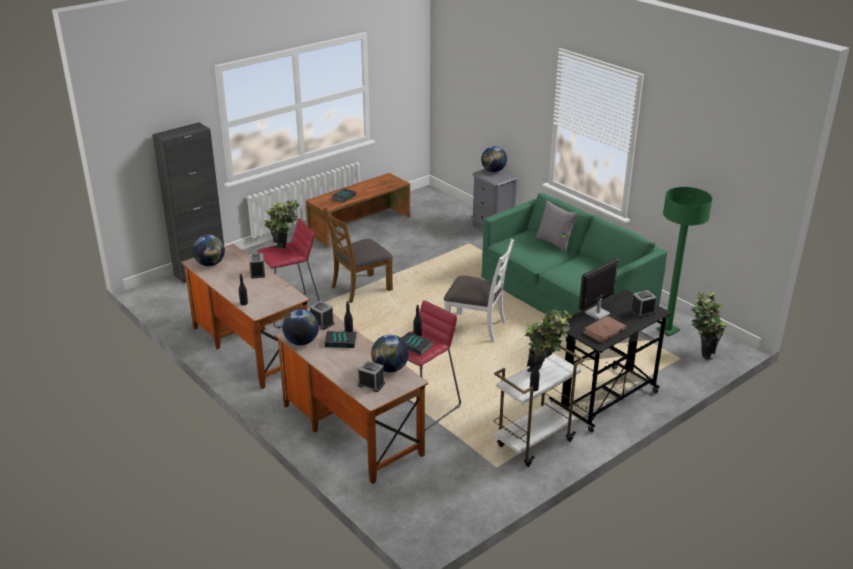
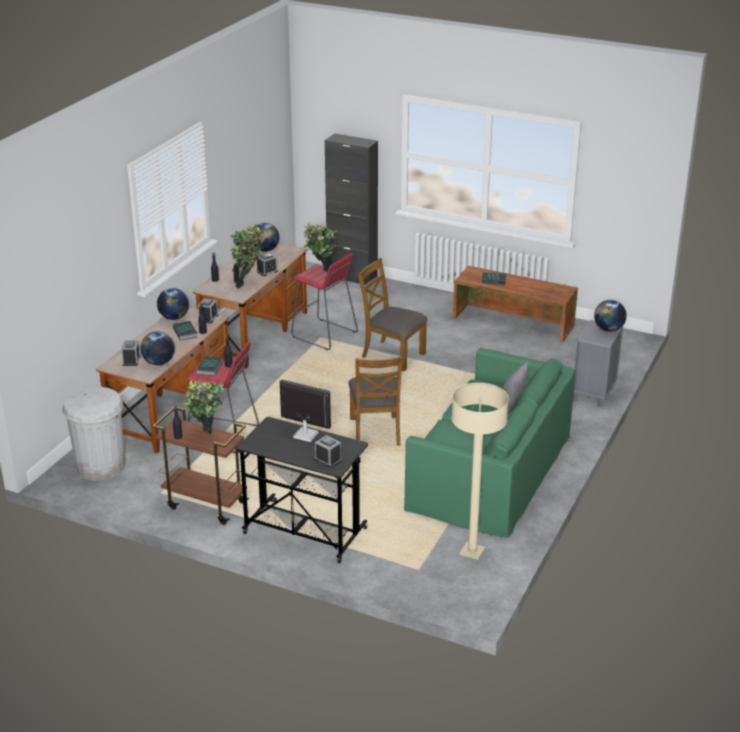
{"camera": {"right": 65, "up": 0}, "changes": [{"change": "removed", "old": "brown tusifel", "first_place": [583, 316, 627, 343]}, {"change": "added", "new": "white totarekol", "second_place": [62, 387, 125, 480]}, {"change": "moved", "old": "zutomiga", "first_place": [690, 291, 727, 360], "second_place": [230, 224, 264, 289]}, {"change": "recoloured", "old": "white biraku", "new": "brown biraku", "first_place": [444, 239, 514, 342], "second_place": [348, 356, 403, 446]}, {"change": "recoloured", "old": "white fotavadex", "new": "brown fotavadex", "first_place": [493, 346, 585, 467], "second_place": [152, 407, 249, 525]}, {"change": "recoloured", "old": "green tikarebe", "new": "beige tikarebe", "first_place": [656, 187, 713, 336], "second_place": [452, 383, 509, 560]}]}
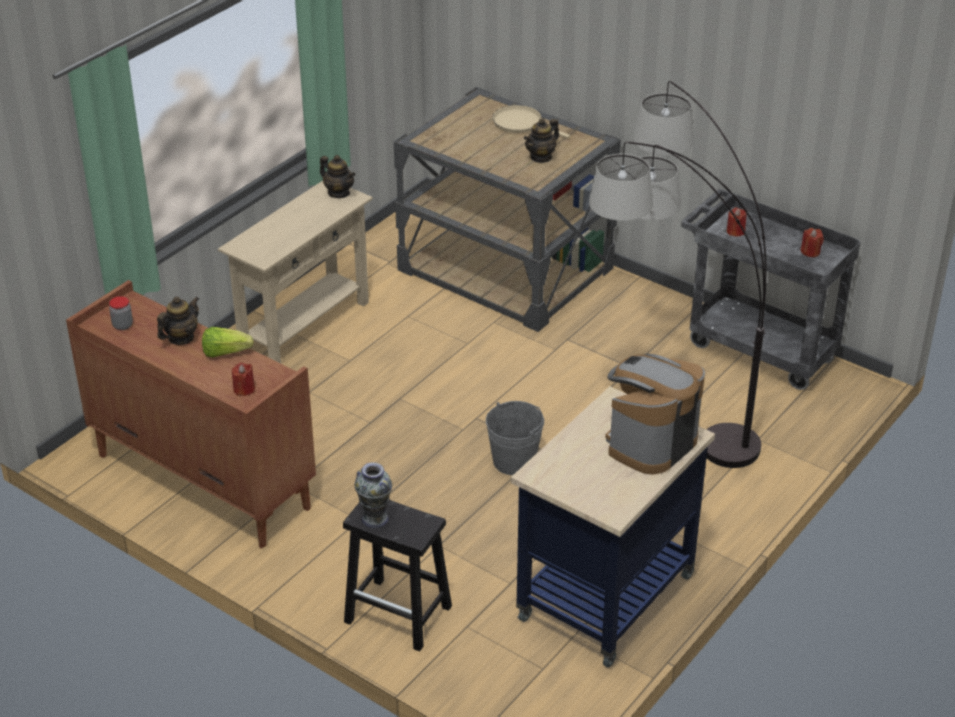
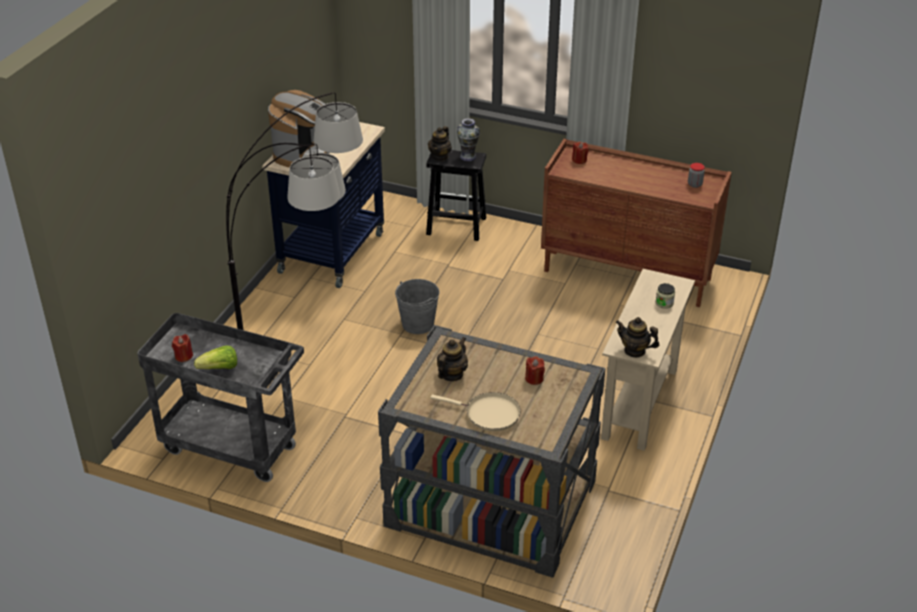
{"camera": {"right": 165, "up": 0}, "changes": [{"change": "added", "new": "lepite", "second_place": [655, 283, 675, 309]}, {"change": "moved", "old": "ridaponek", "first_place": [157, 296, 199, 345], "second_place": [428, 126, 452, 161]}, {"change": "moved", "old": "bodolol", "first_place": [202, 327, 253, 357], "second_place": [194, 345, 237, 369]}, {"change": "moved", "old": "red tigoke", "first_place": [727, 208, 747, 236], "second_place": [525, 356, 545, 385]}]}
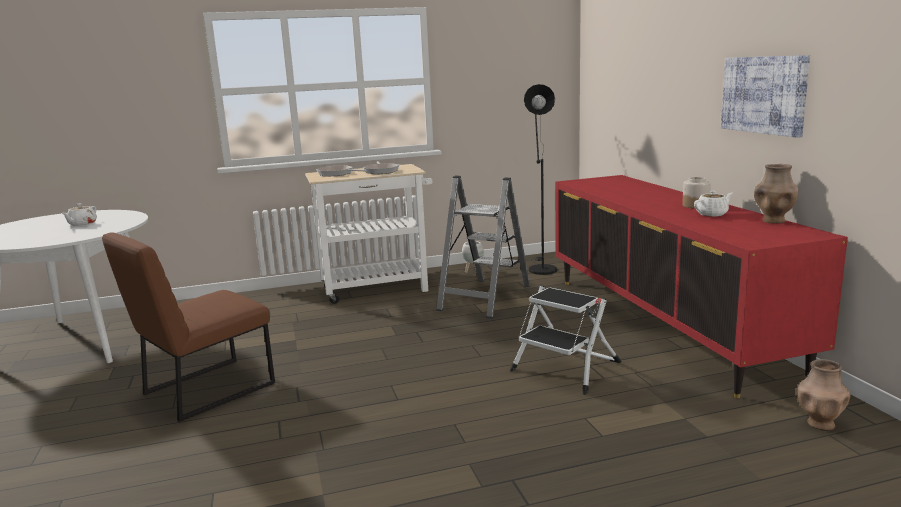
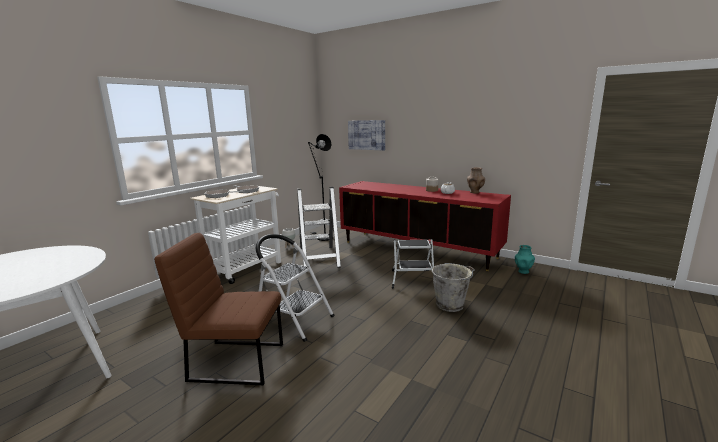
{"camera": {"right": -40, "up": 0}, "changes": [{"change": "removed", "old": "white ridaponek", "first_place": [62, 203, 97, 226]}, {"change": "added", "new": "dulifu", "second_place": [256, 234, 335, 342]}, {"change": "added", "new": "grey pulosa", "second_place": [432, 263, 475, 312]}, {"change": "moved", "old": "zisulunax", "first_place": [721, 55, 810, 138], "second_place": [348, 120, 385, 150]}, {"change": "recoloured", "old": "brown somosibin", "new": "turquoise somosibin", "first_place": [798, 359, 850, 431], "second_place": [515, 245, 535, 274]}, {"change": "turned", "old": "brown biraku", "first_place": [102, 232, 275, 422], "second_place": [154, 233, 283, 385], "degrees": 90}]}
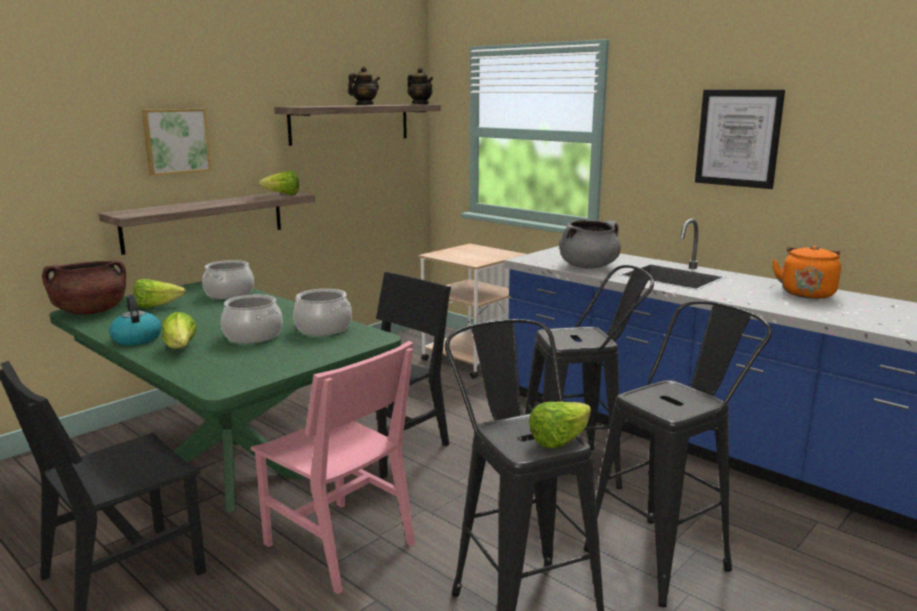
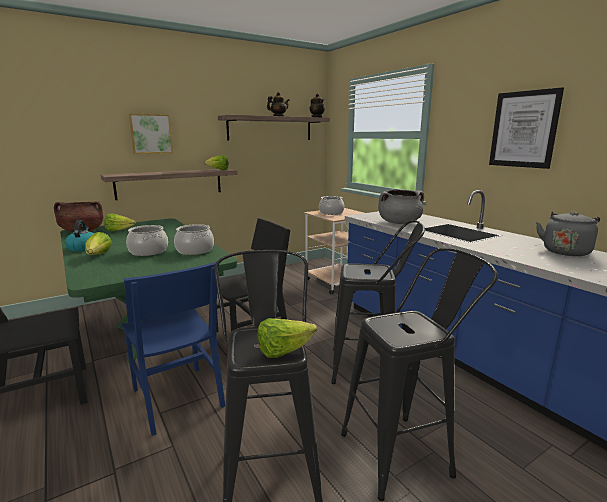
{"camera": {"right": 15, "up": 0}, "changes": [{"change": "moved", "old": "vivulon", "first_place": [202, 260, 254, 299], "second_place": [319, 196, 344, 215]}, {"change": "recoloured", "old": "pink biraku", "new": "blue biraku", "first_place": [251, 341, 415, 594], "second_place": [122, 261, 225, 436]}, {"change": "recoloured", "old": "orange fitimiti", "new": "grey fitimiti", "first_place": [772, 245, 841, 299], "second_place": [536, 211, 600, 256]}]}
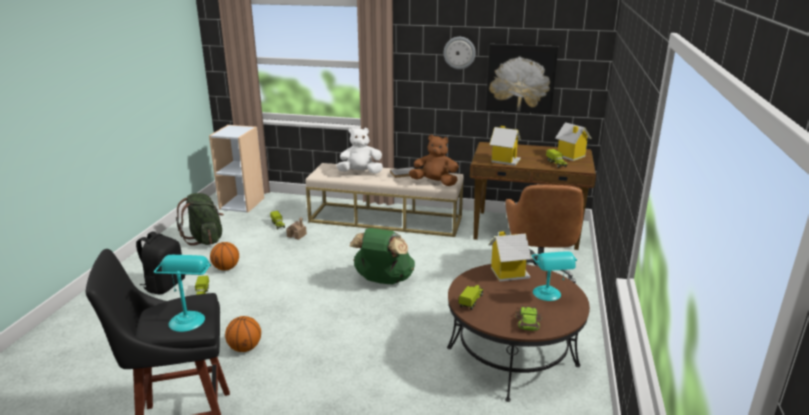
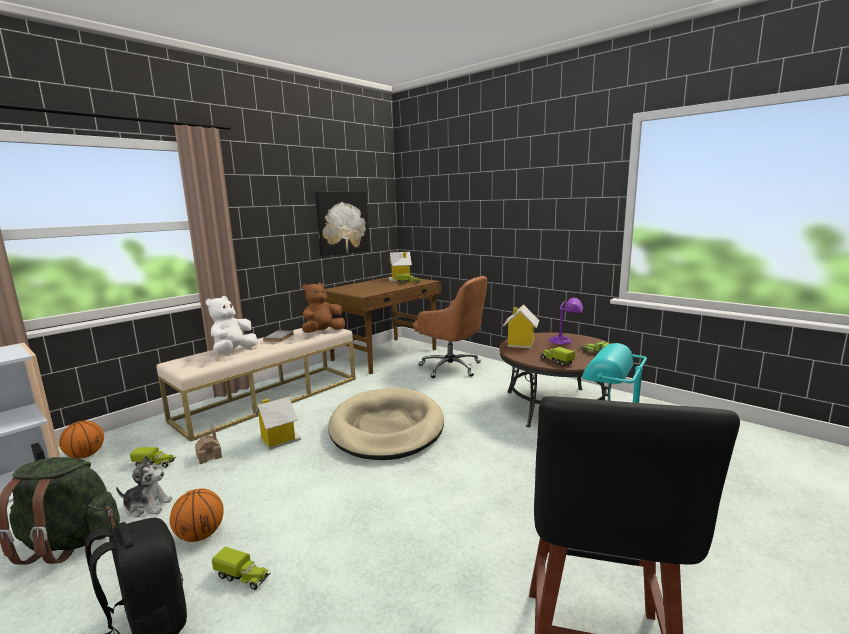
{"camera": {"right": -60, "up": -10}, "changes": [{"change": "removed", "old": "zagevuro", "first_place": [444, 37, 476, 69]}, {"change": "added", "new": "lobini", "second_place": [116, 456, 172, 518]}, {"change": "moved", "old": "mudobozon", "first_place": [225, 316, 261, 352], "second_place": [59, 421, 104, 459]}, {"change": "moved", "old": "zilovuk", "first_place": [489, 126, 521, 166], "second_place": [255, 397, 301, 450]}, {"change": "replaced", "old": "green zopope", "new": "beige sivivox", "first_place": [349, 228, 415, 284], "second_place": [328, 388, 444, 460]}, {"change": "recoloured", "old": "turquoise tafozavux", "new": "purple tafozavux", "first_place": [532, 251, 577, 301], "second_place": [549, 298, 583, 344]}]}
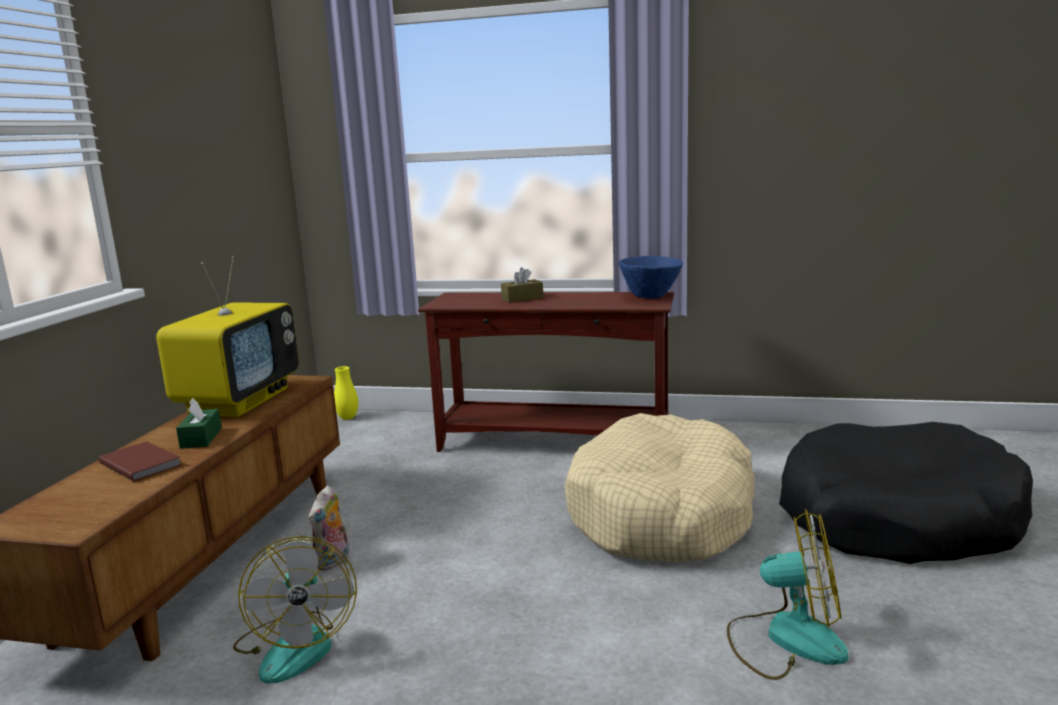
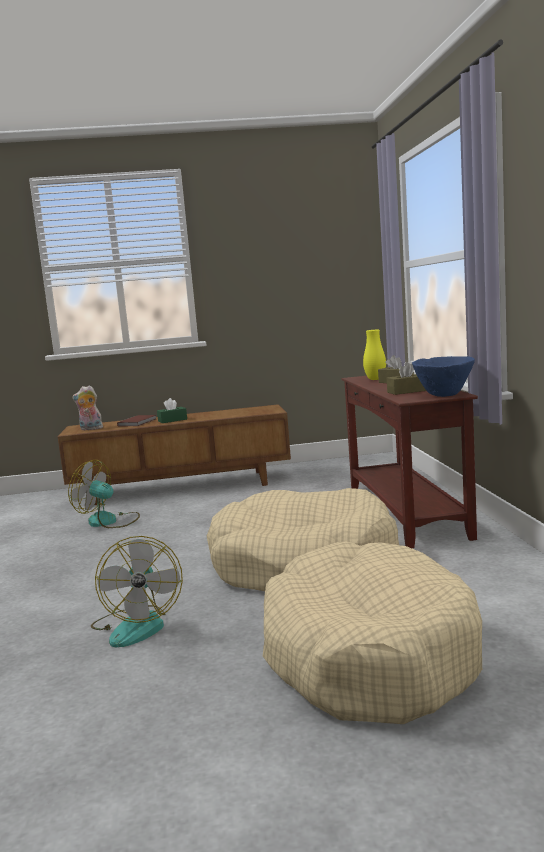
{"camera": {"right": 70, "up": -5}, "changes": [{"change": "removed", "old": "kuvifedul", "first_place": [156, 256, 299, 417]}, {"change": "added", "new": "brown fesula", "second_place": [387, 362, 426, 395]}, {"change": "moved", "old": "lobini", "first_place": [309, 485, 349, 570], "second_place": [72, 385, 103, 430]}, {"change": "moved", "old": "yellow somosibin", "first_place": [334, 366, 358, 420], "second_place": [363, 330, 386, 380]}, {"change": "recoloured", "old": "black sivivox", "new": "beige sivivox", "first_place": [779, 422, 1033, 564], "second_place": [263, 542, 482, 724]}, {"change": "turned", "old": "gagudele", "first_place": [233, 536, 357, 684], "second_place": [68, 460, 140, 528], "degrees": 60}]}
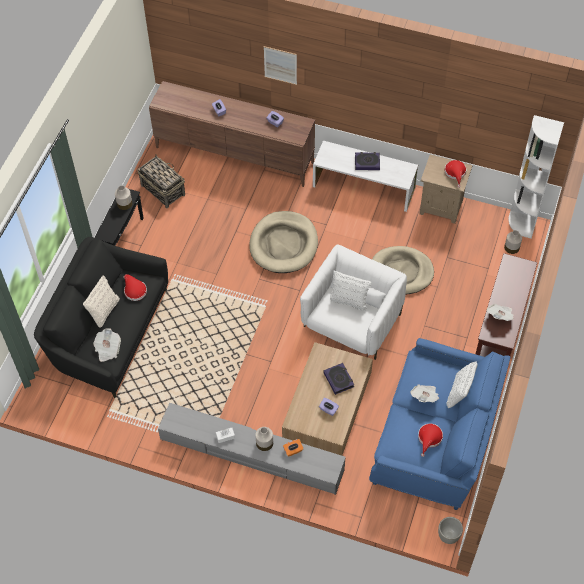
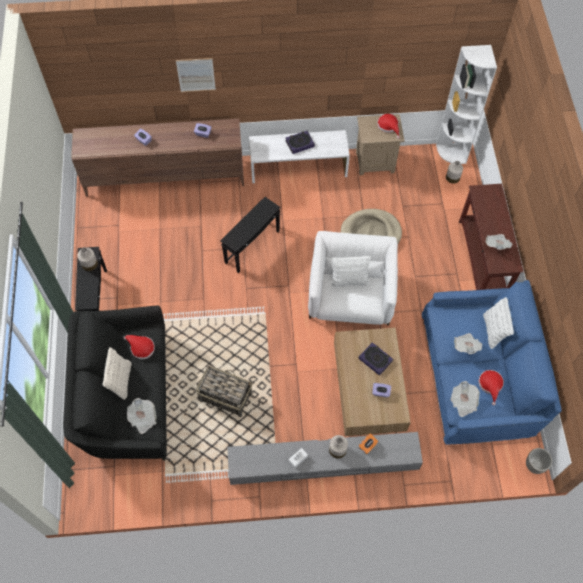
{"camera": {"right": -25, "up": 5}, "changes": [{"change": "added", "new": "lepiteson", "second_place": [450, 381, 480, 417]}, {"change": "moved", "old": "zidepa", "first_place": [137, 155, 185, 208], "second_place": [196, 366, 252, 417]}, {"change": "replaced", "old": "beige sivivox", "new": "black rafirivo", "first_place": [249, 211, 318, 273], "second_place": [221, 197, 281, 273]}]}
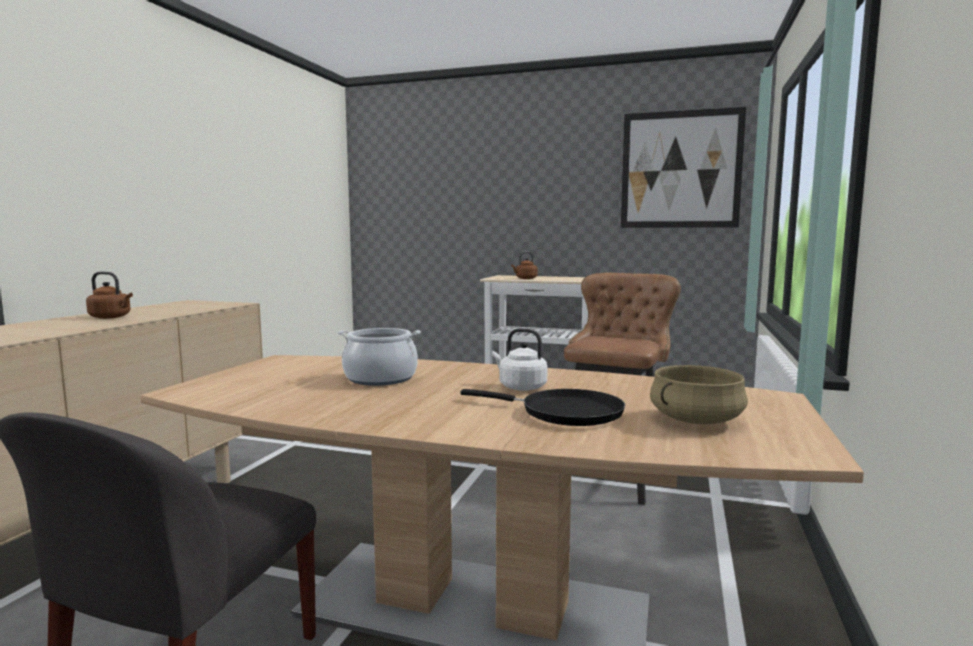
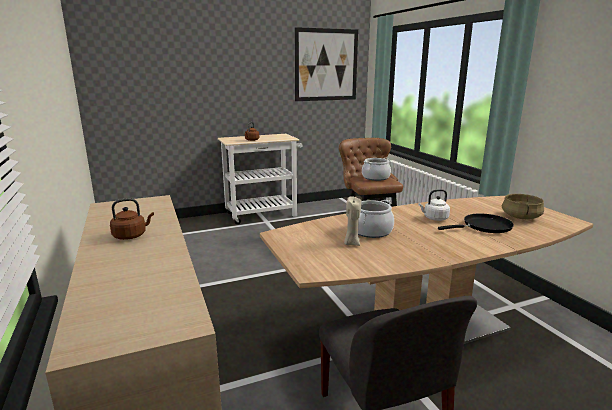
{"camera": {"right": -40, "up": 10}, "changes": [{"change": "added", "new": "beige tigoke", "second_place": [344, 196, 361, 246]}, {"change": "added", "new": "vivulon", "second_place": [362, 158, 391, 181]}]}
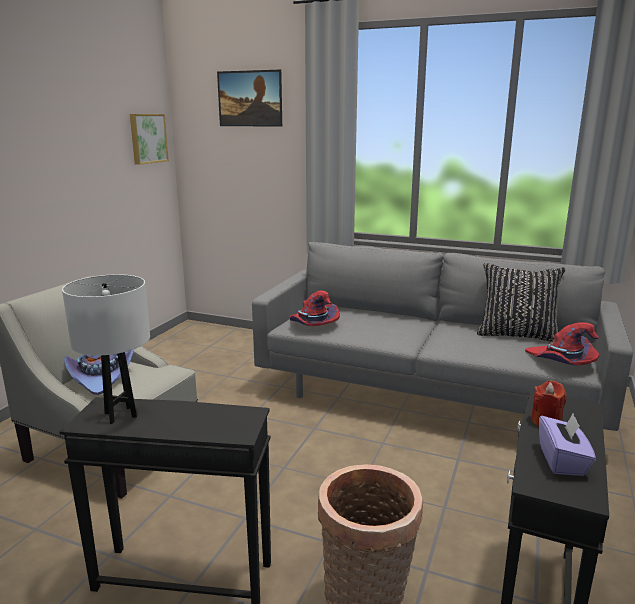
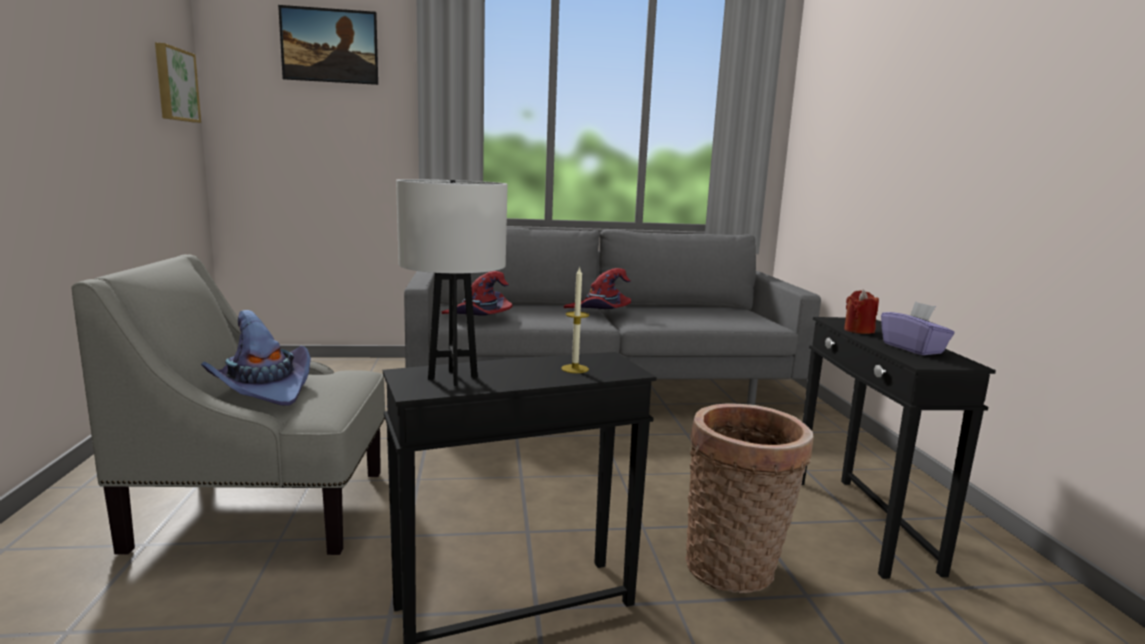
{"camera": {"right": -30, "up": -5}, "changes": [{"change": "removed", "old": "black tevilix", "first_place": [477, 263, 566, 342]}, {"change": "added", "new": "tigoke", "second_place": [561, 266, 589, 373]}, {"change": "moved", "old": "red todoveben", "first_place": [525, 322, 599, 366], "second_place": [564, 268, 631, 309]}]}
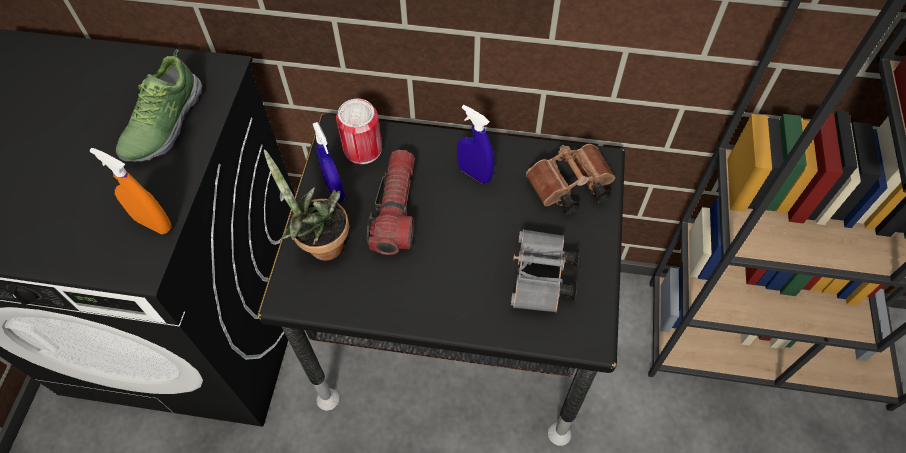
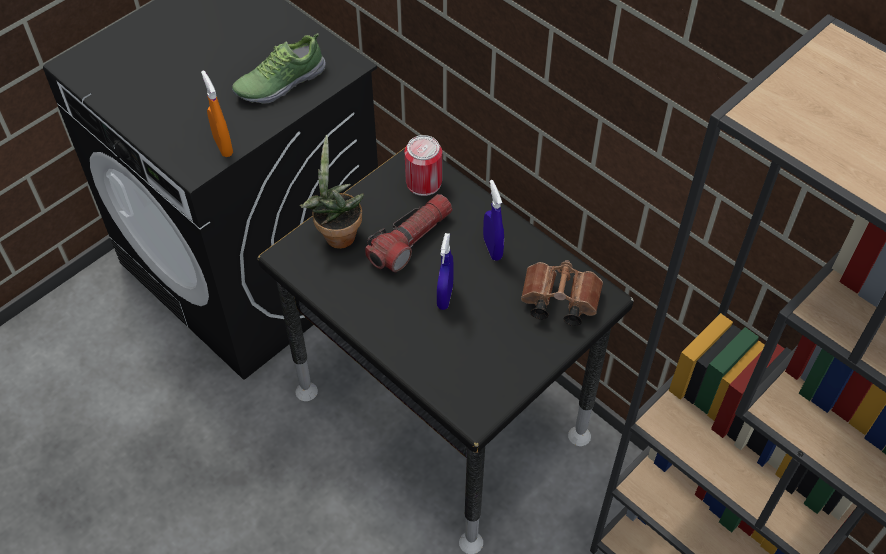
{"camera": {"right": 35, "up": -5}, "changes": [{"change": "removed", "old": "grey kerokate", "first_place": [511, 229, 580, 312]}, {"change": "moved", "old": "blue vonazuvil", "first_place": [313, 122, 345, 202], "second_place": [437, 233, 454, 310]}]}
